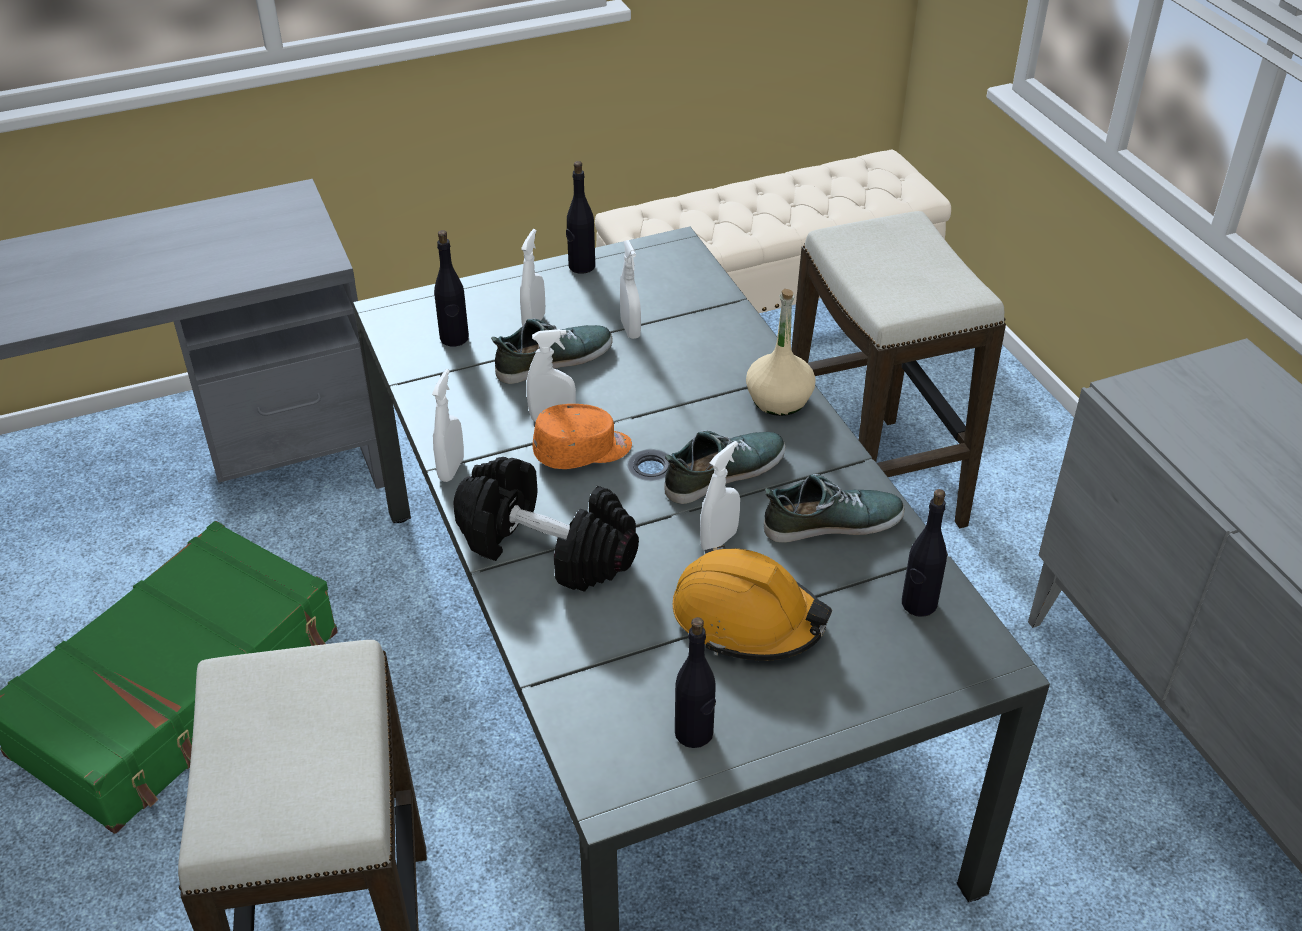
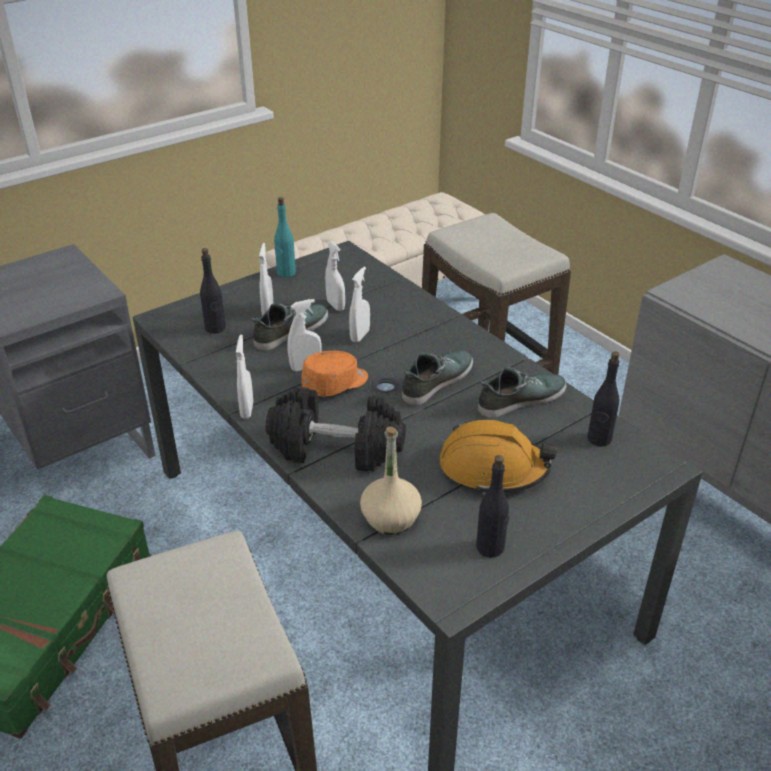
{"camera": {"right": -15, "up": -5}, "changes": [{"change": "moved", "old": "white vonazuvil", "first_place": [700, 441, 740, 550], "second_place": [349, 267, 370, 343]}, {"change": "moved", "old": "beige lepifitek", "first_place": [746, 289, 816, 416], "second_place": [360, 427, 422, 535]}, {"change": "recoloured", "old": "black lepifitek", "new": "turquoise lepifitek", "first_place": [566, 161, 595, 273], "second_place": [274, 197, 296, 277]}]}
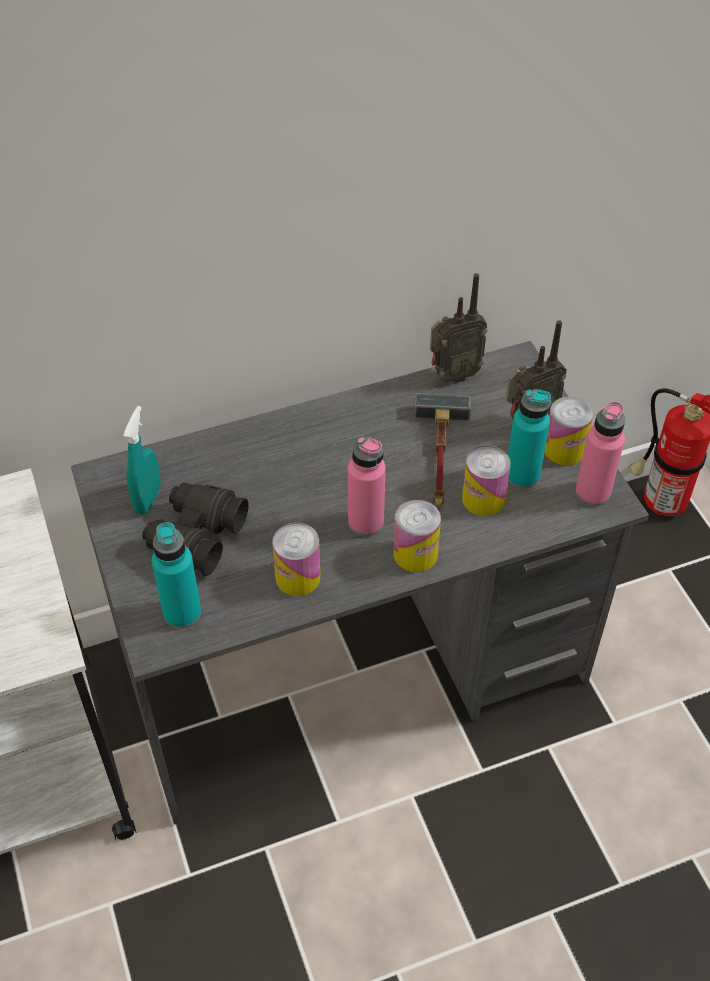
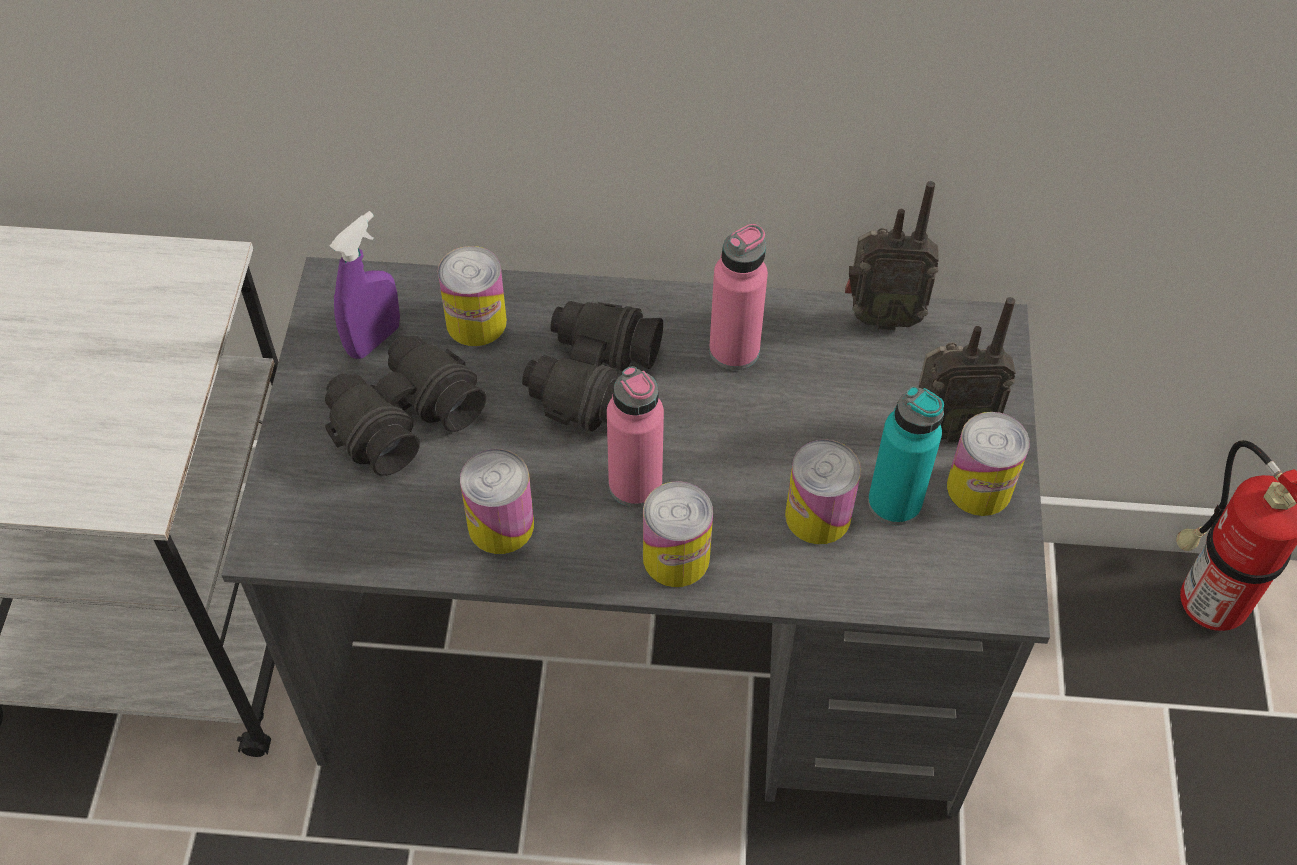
{"camera": {"right": 25, "up": 5}, "changes": [{"change": "removed", "old": "turquoise lepifitek", "first_place": [152, 522, 201, 628]}, {"change": "removed", "old": "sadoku", "first_place": [414, 393, 471, 506]}, {"change": "added", "new": "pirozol", "second_place": [438, 246, 507, 346]}, {"change": "added", "new": "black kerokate", "second_place": [522, 301, 663, 432]}, {"change": "moved", "old": "pink lepifitek", "first_place": [575, 402, 625, 506], "second_place": [709, 224, 768, 370]}, {"change": "recoloured", "old": "turquoise vonazuvil", "new": "purple vonazuvil", "first_place": [123, 406, 161, 515], "second_place": [330, 211, 400, 359]}]}
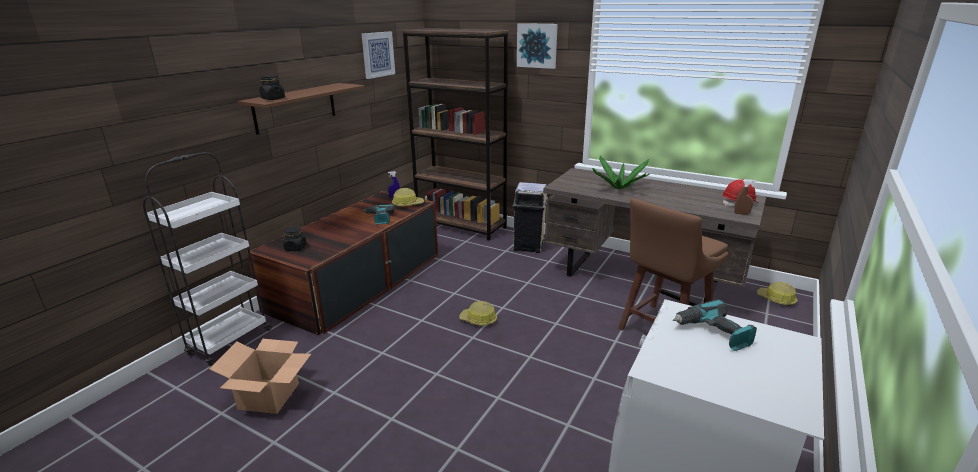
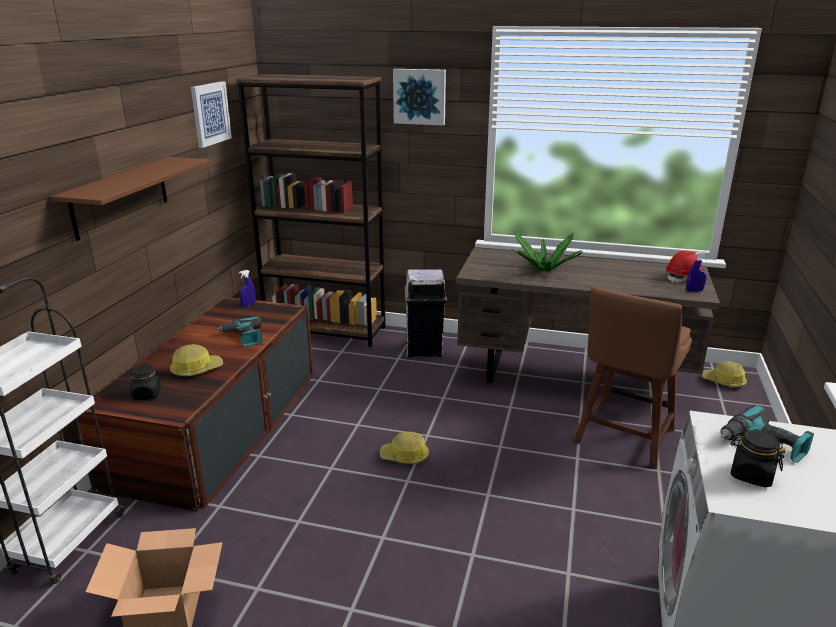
{"camera": {"right": -15, "up": 0}, "changes": [{"change": "moved", "old": "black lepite", "first_place": [260, 75, 285, 100], "second_place": [730, 430, 786, 487]}, {"change": "moved", "old": "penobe", "first_place": [392, 188, 424, 207], "second_place": [170, 344, 223, 377]}, {"change": "recoloured", "old": "brown vonazuvil", "new": "blue vonazuvil", "first_place": [734, 179, 756, 215], "second_place": [686, 252, 709, 292]}]}
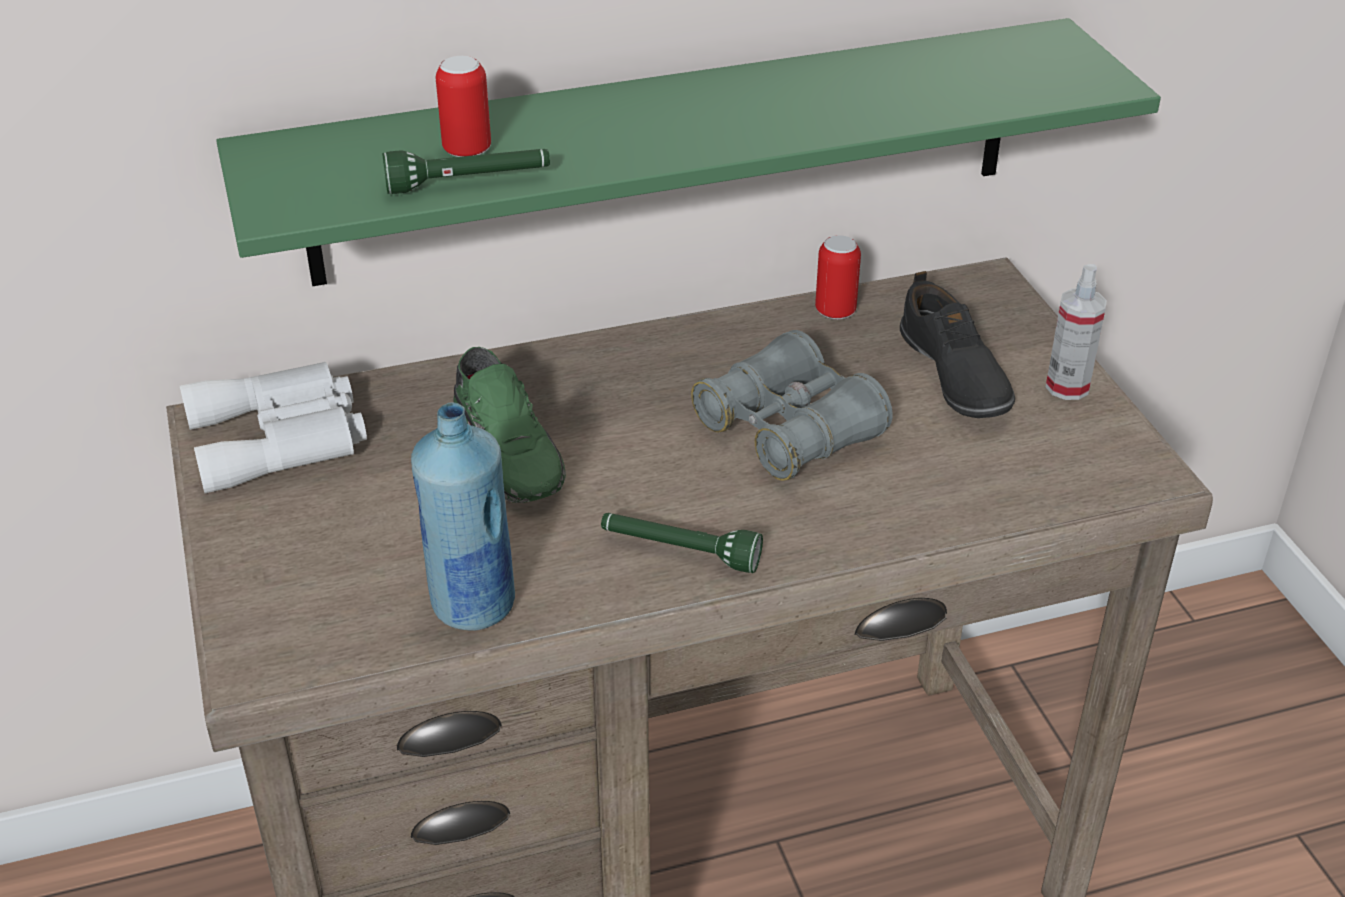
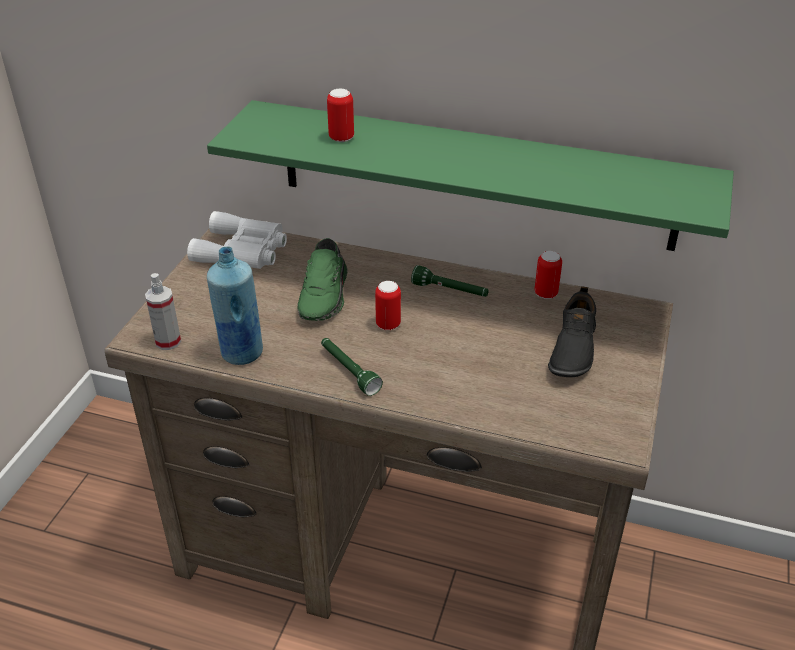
{"camera": {"right": 35, "up": 0}, "changes": [{"change": "removed", "old": "grey kerokate", "first_place": [691, 330, 893, 481]}, {"change": "added", "new": "pirozol", "second_place": [375, 281, 401, 330]}, {"change": "moved", "old": "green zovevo", "first_place": [382, 149, 550, 194], "second_place": [411, 265, 489, 297]}, {"change": "moved", "old": "vonazuvil", "first_place": [1046, 264, 1107, 400], "second_place": [145, 273, 181, 350]}]}
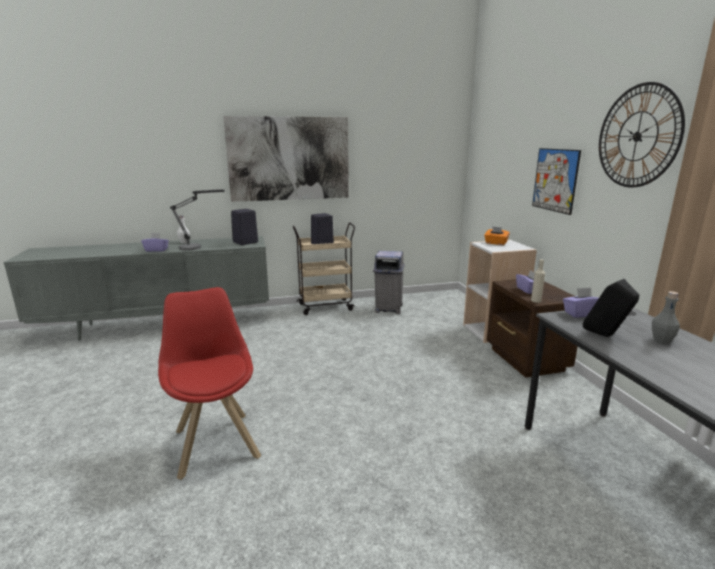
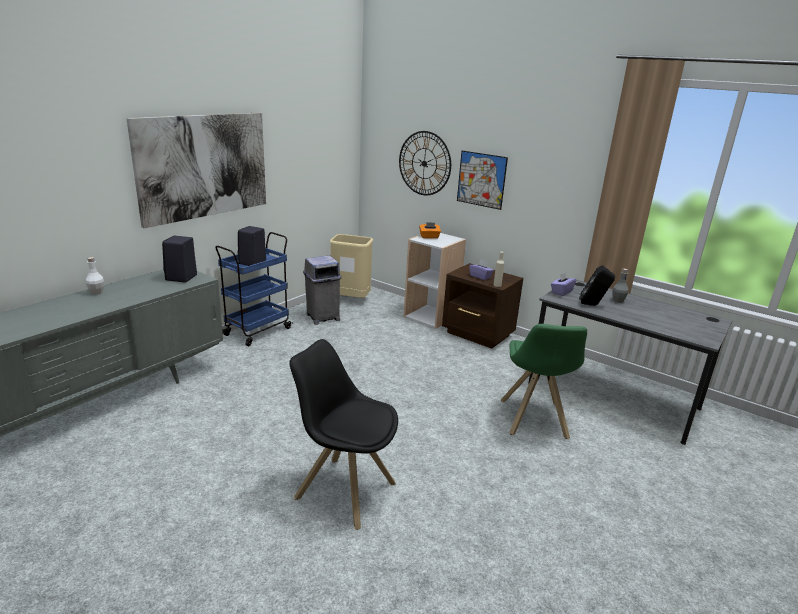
{"camera": {"right": -40, "up": 5}, "changes": [{"change": "removed", "old": "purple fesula", "first_place": [141, 233, 169, 252]}, {"change": "removed", "old": "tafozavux", "first_place": [170, 189, 225, 251]}, {"change": "added", "new": "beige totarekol", "second_place": [330, 234, 373, 298]}, {"change": "added", "new": "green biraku", "second_place": [501, 324, 587, 439]}, {"change": "moved", "old": "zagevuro", "first_place": [599, 82, 685, 188], "second_place": [399, 131, 451, 196]}, {"change": "recoloured", "old": "red biraku", "new": "black biraku", "first_place": [158, 287, 261, 480], "second_place": [289, 339, 398, 530]}, {"change": "recoloured", "old": "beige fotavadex", "new": "blue fotavadex", "first_place": [293, 223, 356, 315], "second_place": [216, 232, 293, 346]}]}
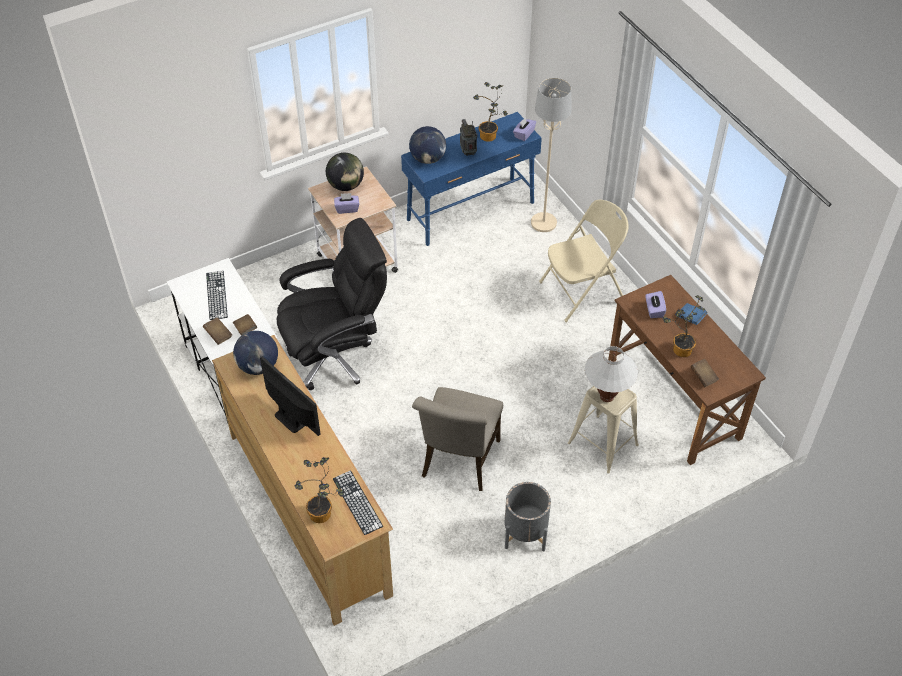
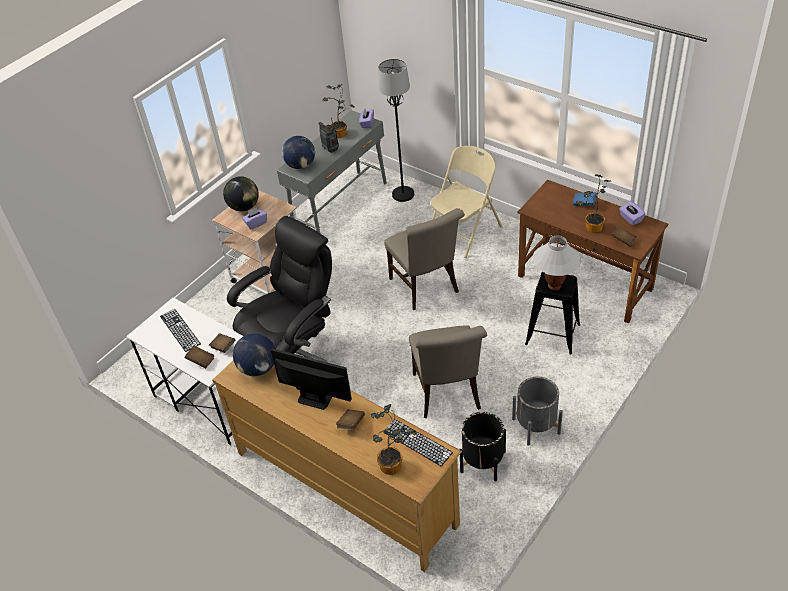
{"camera": {"right": -20, "up": -5}, "changes": [{"change": "added", "new": "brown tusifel", "second_place": [336, 409, 365, 430]}, {"change": "added", "new": "beige biraku", "second_place": [384, 208, 465, 310]}, {"change": "added", "new": "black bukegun", "second_place": [460, 412, 506, 481]}, {"change": "moved", "old": "purple fesula", "first_place": [645, 291, 666, 318], "second_place": [619, 201, 645, 225]}, {"change": "recoloured", "old": "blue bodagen", "new": "grey bodagen", "first_place": [401, 112, 542, 246], "second_place": [277, 110, 387, 233]}, {"change": "recoloured", "old": "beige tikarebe", "new": "black tikarebe", "first_place": [531, 78, 571, 232], "second_place": [378, 59, 414, 202]}, {"change": "recoloured", "old": "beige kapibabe", "new": "black kapibabe", "first_place": [568, 386, 639, 474], "second_place": [525, 272, 580, 355]}]}
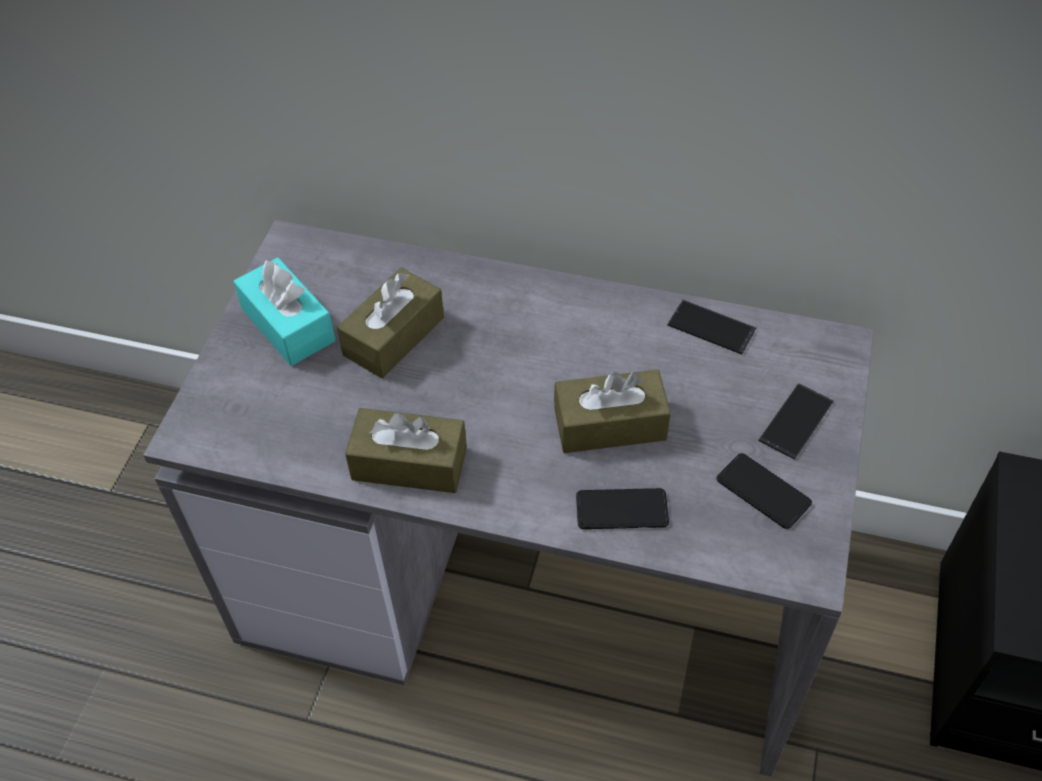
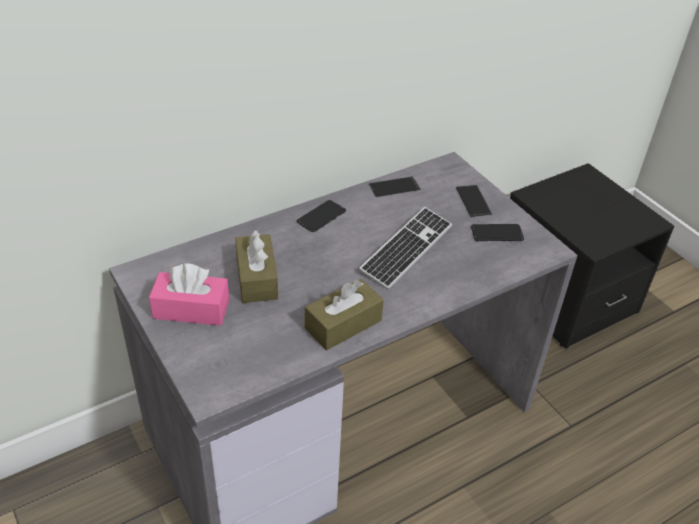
{"camera": {"right": -50, "up": -10}, "changes": [{"change": "moved", "old": "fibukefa", "first_place": [576, 488, 669, 529], "second_place": [296, 200, 346, 232]}, {"change": "replaced", "old": "brown fesula", "new": "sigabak", "first_place": [554, 369, 671, 453], "second_place": [359, 207, 452, 289]}, {"change": "recoloured", "old": "turquoise fesula", "new": "pink fesula", "first_place": [233, 257, 335, 366], "second_place": [149, 263, 229, 326]}]}
